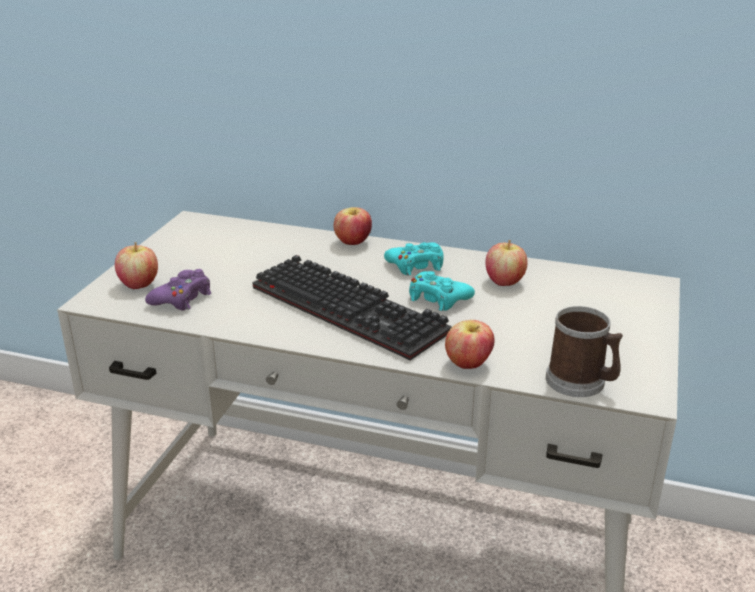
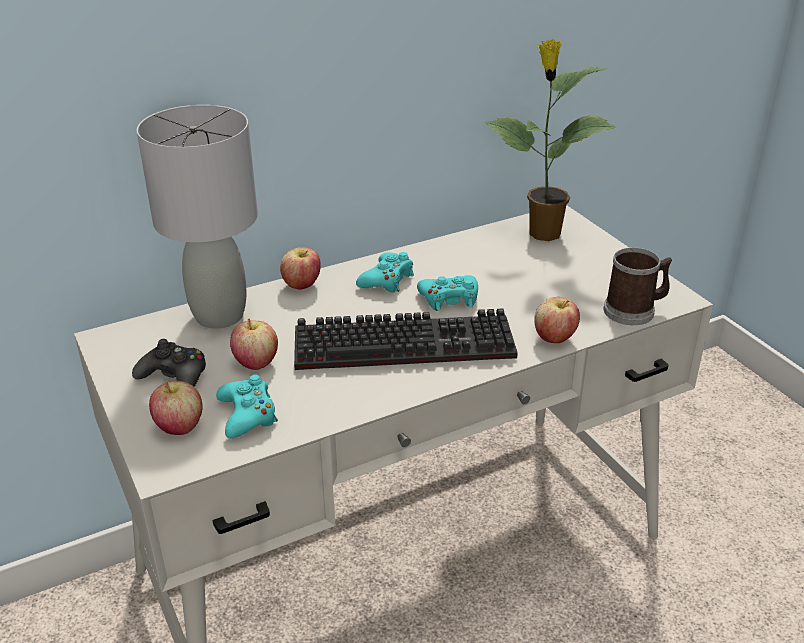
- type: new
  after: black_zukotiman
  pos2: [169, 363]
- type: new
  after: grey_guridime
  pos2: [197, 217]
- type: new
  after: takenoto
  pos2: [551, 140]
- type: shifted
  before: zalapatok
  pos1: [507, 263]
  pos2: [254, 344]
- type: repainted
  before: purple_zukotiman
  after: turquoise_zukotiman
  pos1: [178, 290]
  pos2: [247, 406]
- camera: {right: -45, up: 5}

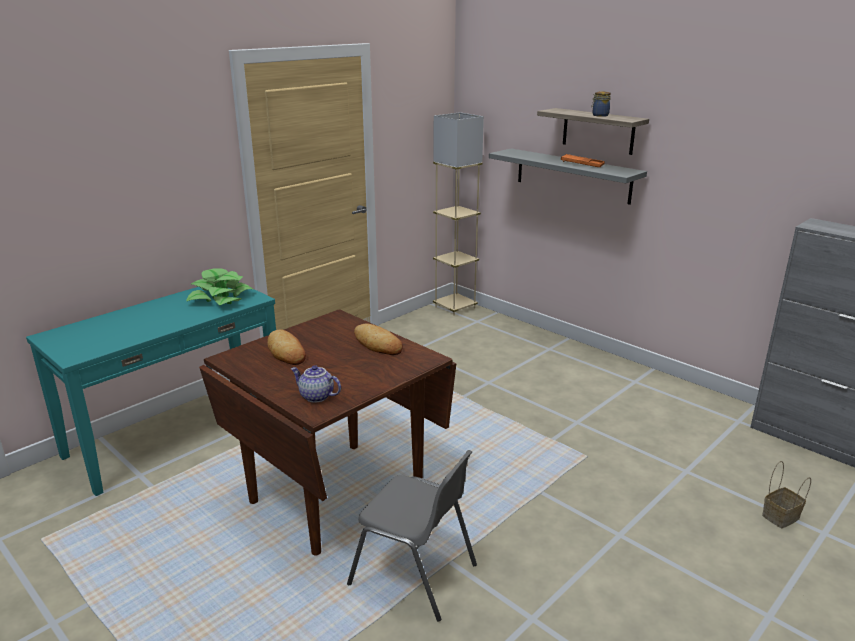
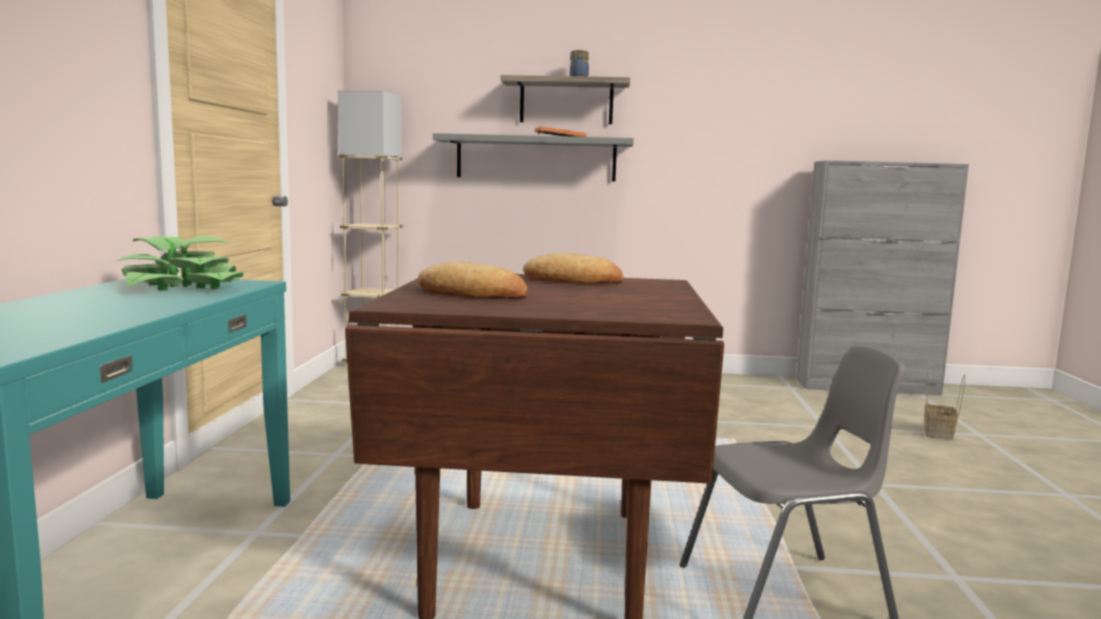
- type: gone
  before: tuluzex
  pos1: [316, 383]
- camera: {right: -40, up: -15}

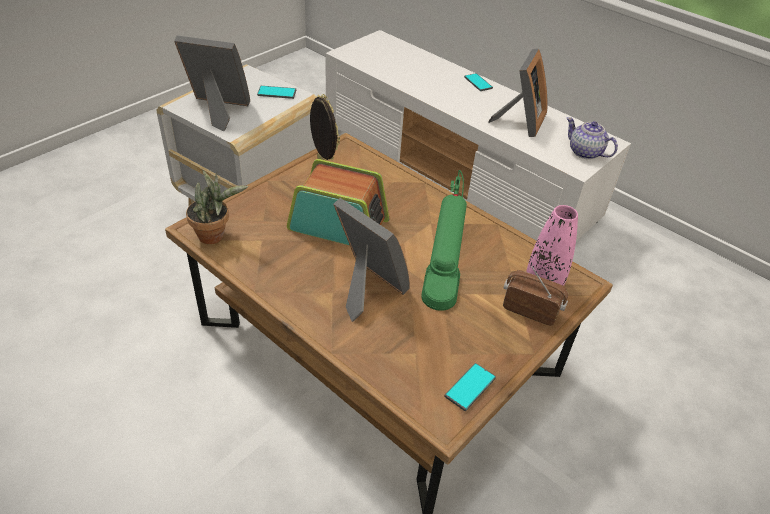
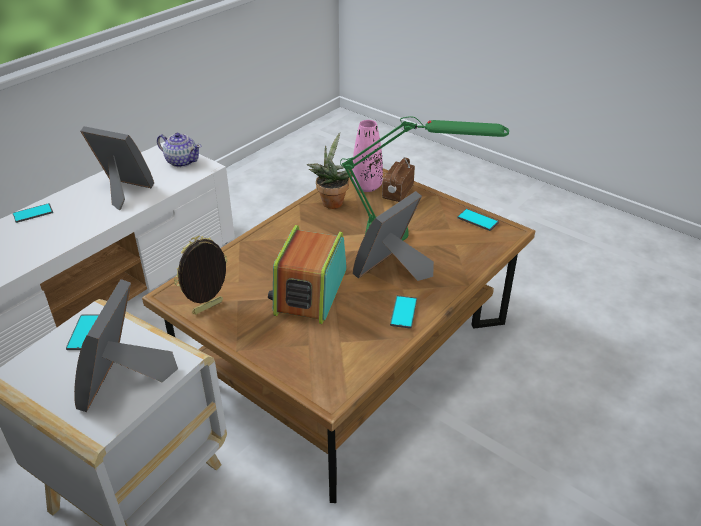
- type: new
  after: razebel
  pos2: [403, 312]
- type: shifted
  before: takenoto
  pos1: [217, 206]
  pos2: [329, 171]
- type: rotated
  before: tuluzex
  pos1: [592, 138]
  pos2: [179, 150]
  turn: -105
- camera: {right: -90, up: -5}

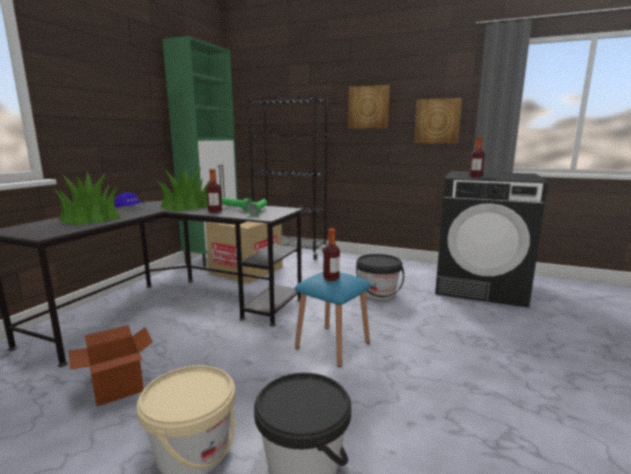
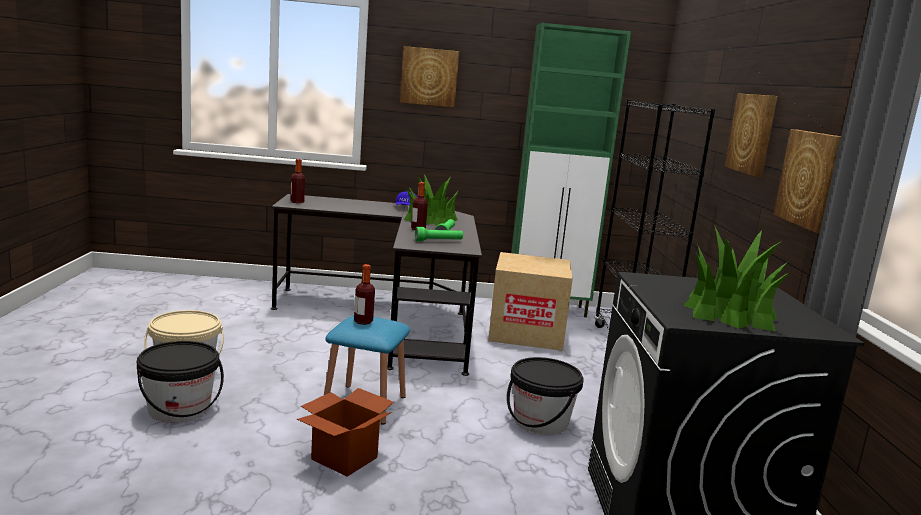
- type: new
  after: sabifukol
  pos2: [429, 76]
- type: shifted
  before: takenoto
  pos1: [87, 199]
  pos2: [736, 278]
- type: shifted
  before: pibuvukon
  pos1: [110, 365]
  pos2: [345, 432]
- type: shifted
  before: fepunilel
  pos1: [477, 157]
  pos2: [298, 181]
- camera: {right: 65, up: 0}

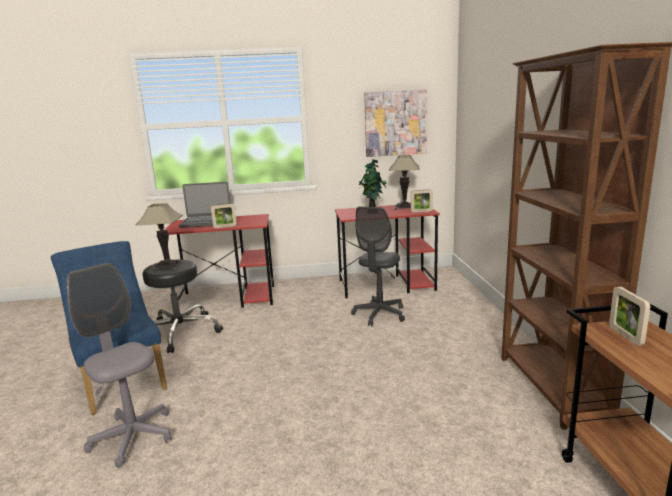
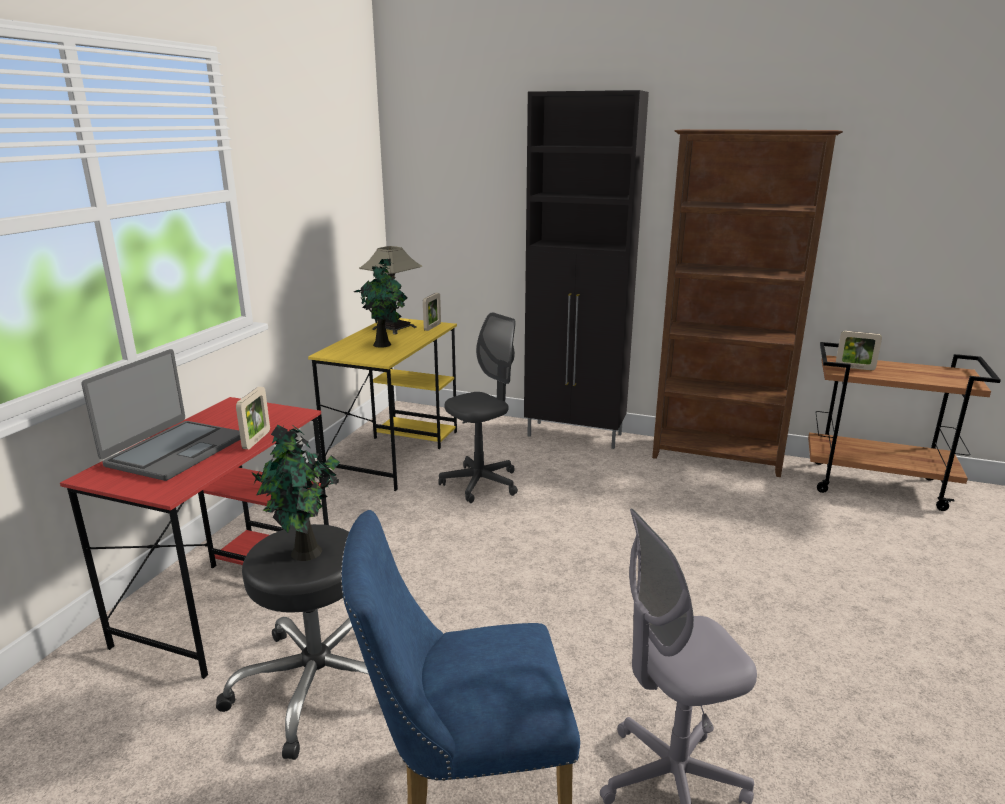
- type: gone
  before: sabifukol
  pos1: [395, 123]
- type: new
  after: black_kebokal
  pos2: [586, 269]
- type: swapped
  before: guridime
  after: takenoto
  pos1: [159, 237]
  pos2: [296, 493]
- type: repainted
  before: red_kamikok
  after: yellow_kamikok
  pos1: [387, 251]
  pos2: [382, 404]
- type: rotated
  before: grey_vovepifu
  pos1: [378, 266]
  pos2: [478, 407]
  turn: -90
- camera: {right: -65, up: 5}

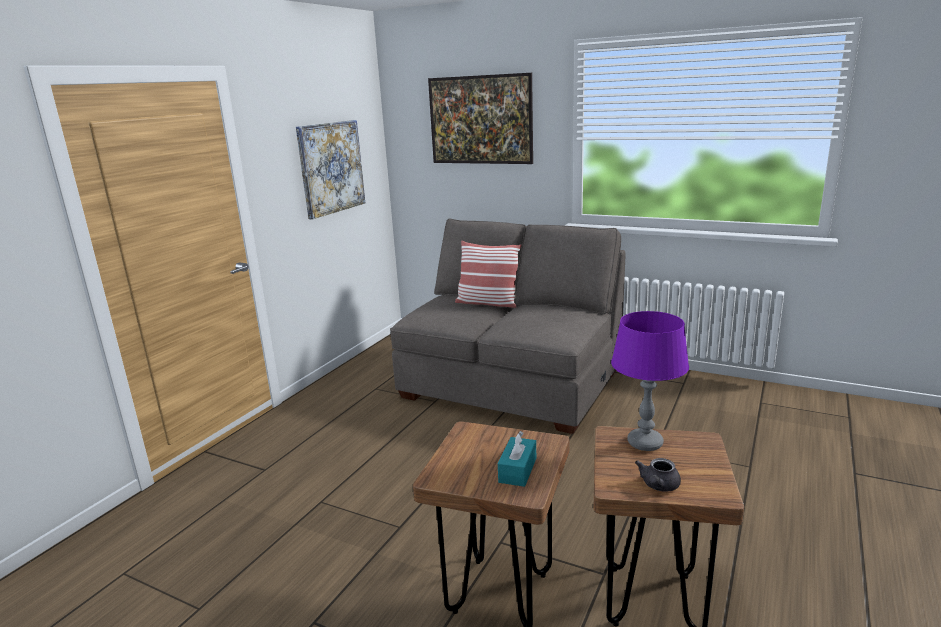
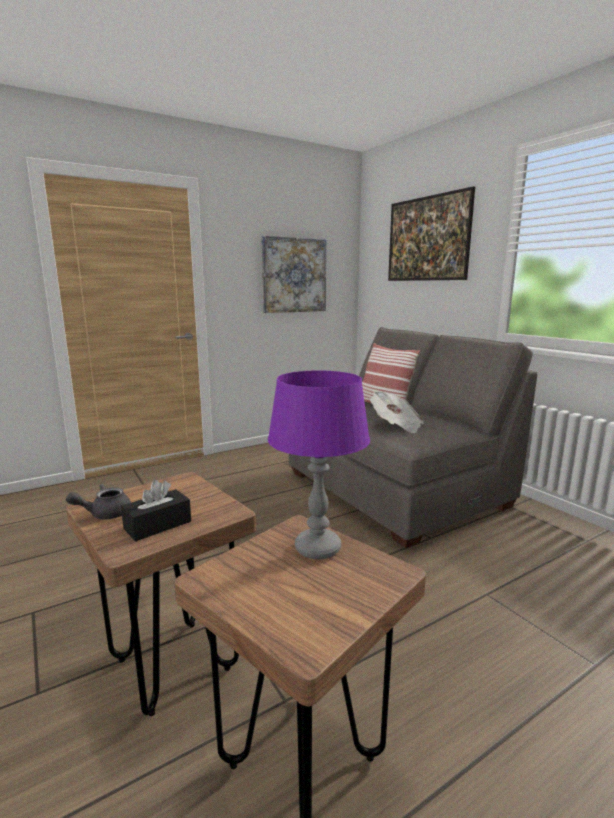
- type: new
  after: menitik
  pos2: [397, 412]
- type: shifted
  before: grey_tuluzex
  pos1: [658, 475]
  pos2: [98, 502]
- type: repainted
  before: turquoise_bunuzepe
  after: black_bunuzepe
  pos1: [517, 459]
  pos2: [156, 510]
- camera: {right: 30, up: -5}

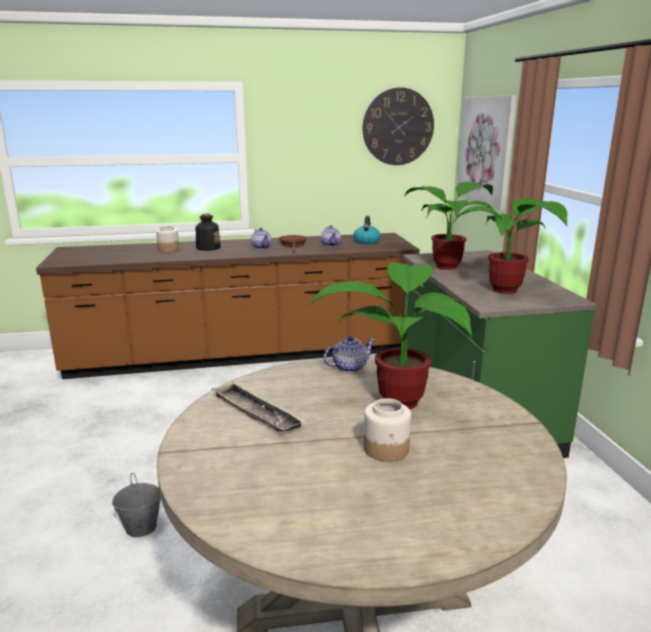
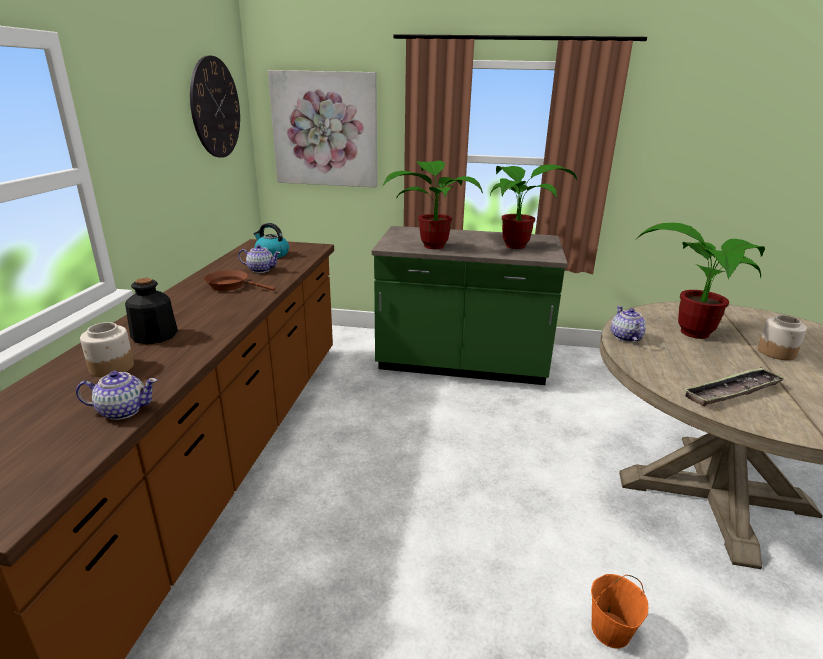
- type: shifted
  before: tuluzex
  pos1: [261, 238]
  pos2: [116, 395]
- type: repainted
  before: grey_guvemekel
  after: orange_guvemekel
  pos1: [136, 505]
  pos2: [619, 611]
- camera: {right: -70, up: 5}

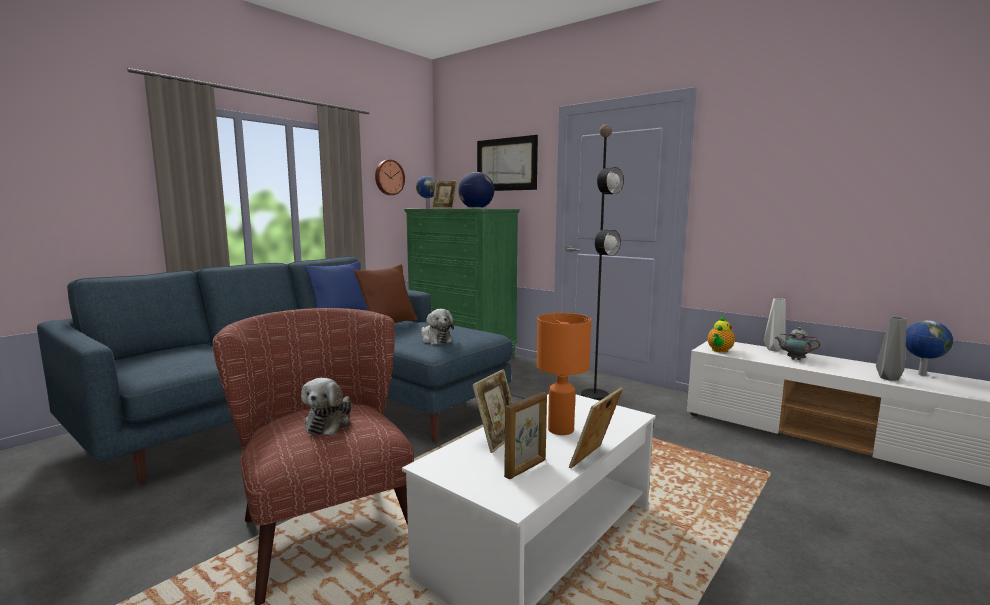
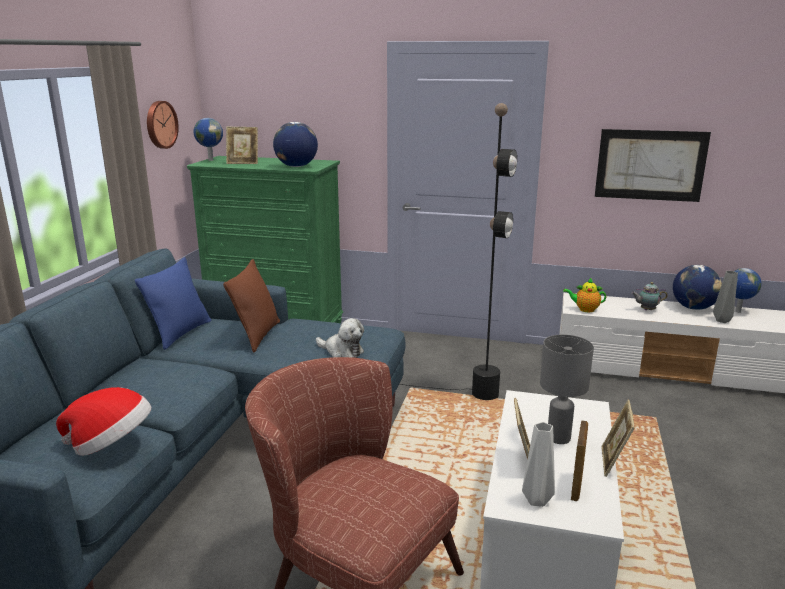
- type: gone
  before: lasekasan
  pos1: [326, 406]
- type: new
  after: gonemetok
  pos2: [103, 421]
- type: new
  after: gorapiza
  pos2: [697, 287]
- type: shifted
  before: sabifukol
  pos1: [507, 163]
  pos2: [653, 165]
- type: shifted
  before: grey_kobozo
  pos1: [775, 324]
  pos2: [538, 464]
- type: repainted
  before: orange_guridime
  after: grey_guridime
  pos1: [564, 374]
  pos2: [567, 389]
- type: rotated
  before: tuluzex
  pos1: [721, 334]
  pos2: [584, 295]
  turn: 90
- camera: {right: -25, up: 10}

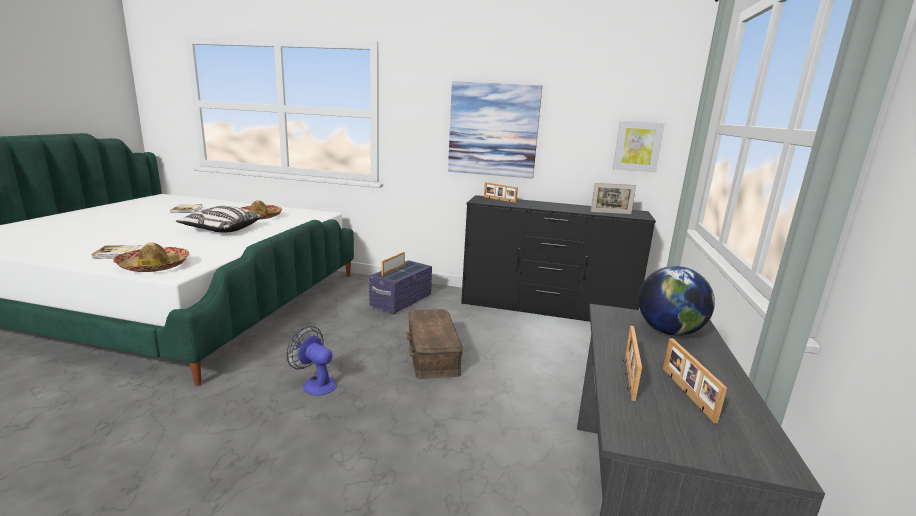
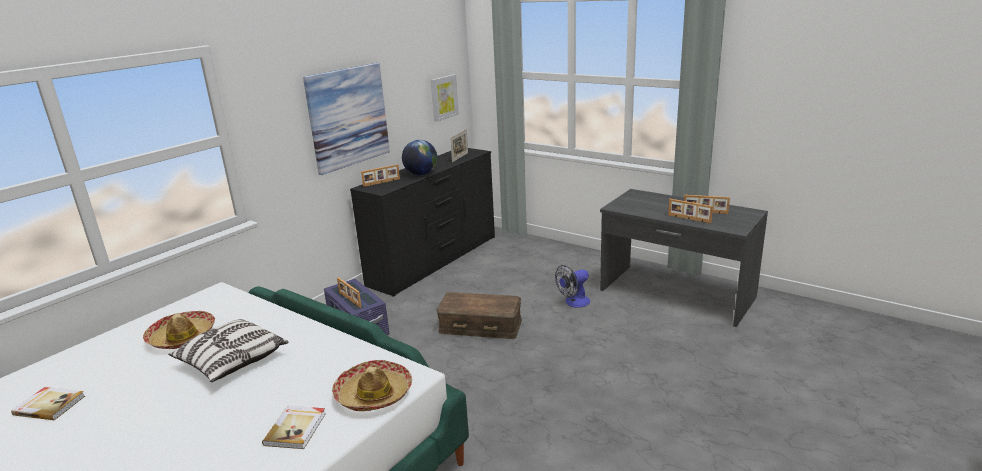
- type: shifted
  before: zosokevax
  pos1: [311, 360]
  pos2: [572, 286]
- type: shifted
  before: gorapiza
  pos1: [676, 301]
  pos2: [419, 157]
- camera: {right: -65, up: 5}

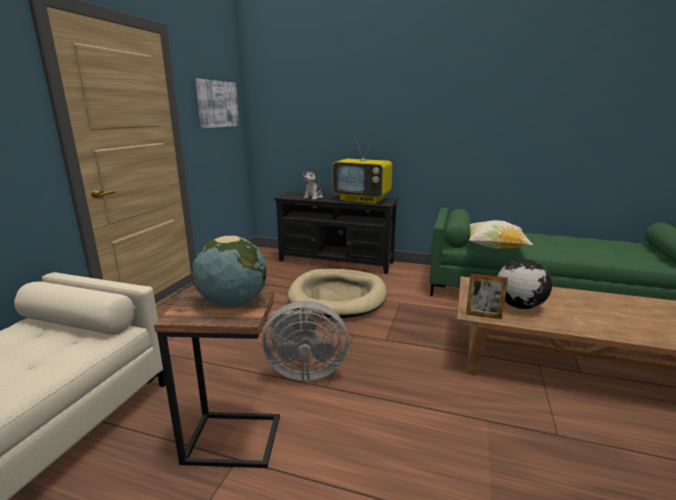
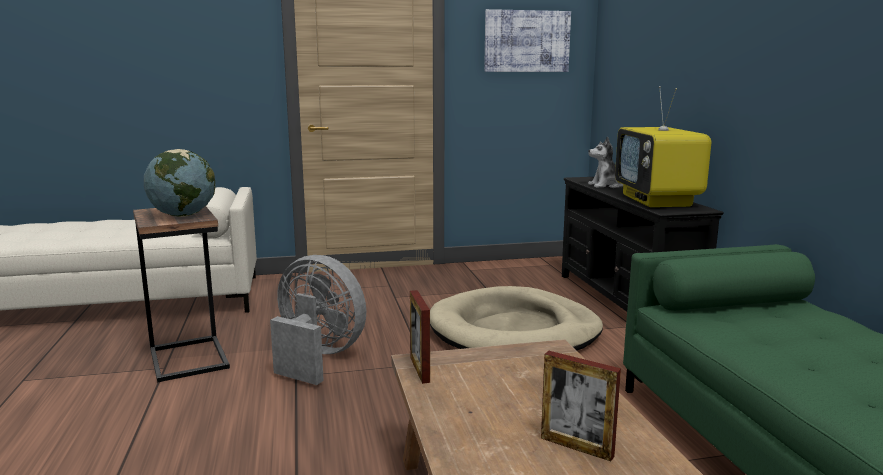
- type: gone
  before: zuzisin
  pos1: [501, 234]
- type: gone
  before: gorapiza
  pos1: [525, 284]
- type: new
  after: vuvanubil
  pos2: [581, 406]
- type: rotated
  before: grey_zosokevax
  pos1: [305, 341]
  pos2: [318, 320]
  turn: 150
- camera: {right: 60, up: -5}

